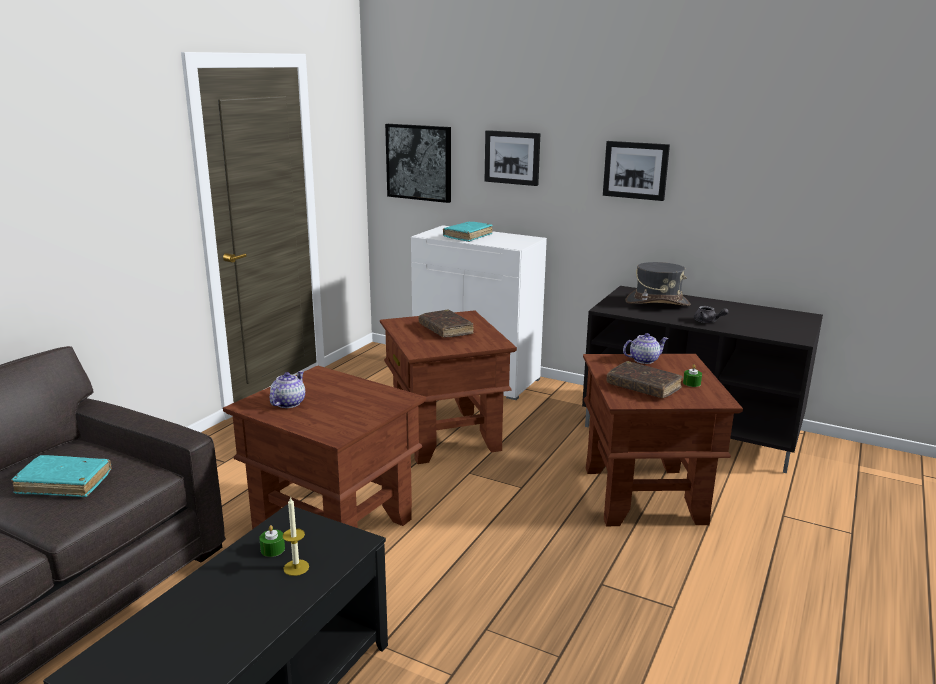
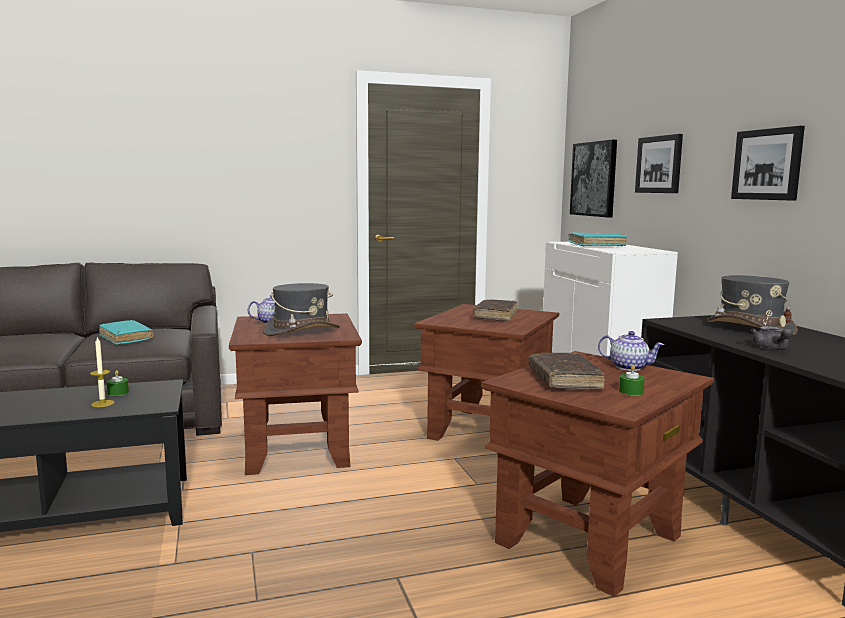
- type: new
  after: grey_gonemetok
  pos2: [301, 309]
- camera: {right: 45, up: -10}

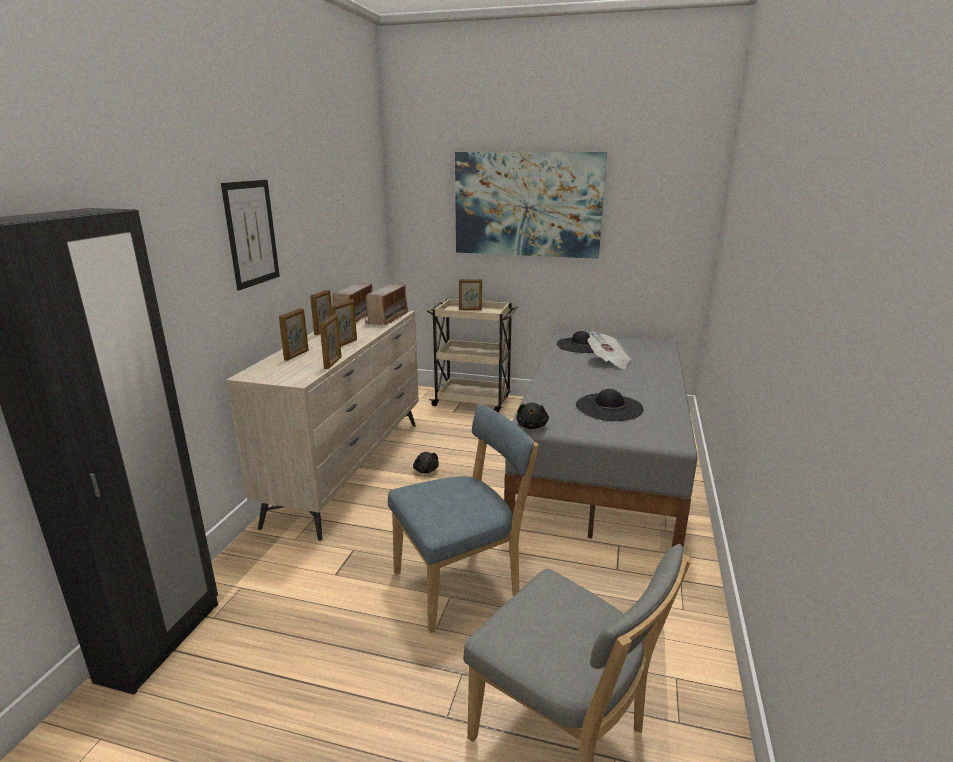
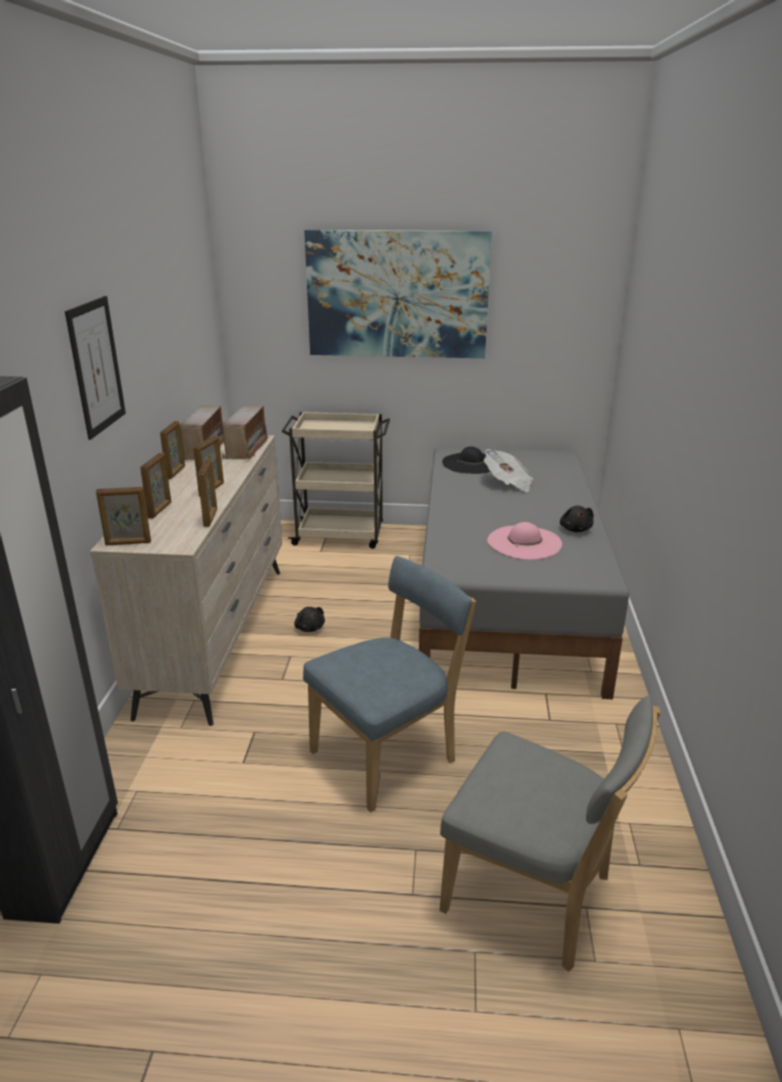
- type: shifted
  before: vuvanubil
  pos1: [470, 294]
  pos2: [123, 516]
- type: shifted
  before: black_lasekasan
  pos1: [532, 416]
  pos2: [577, 519]
- type: repainted
  before: black_gonemetok
  after: pink_gonemetok
  pos1: [610, 405]
  pos2: [524, 541]
- camera: {right: -10, up: 5}

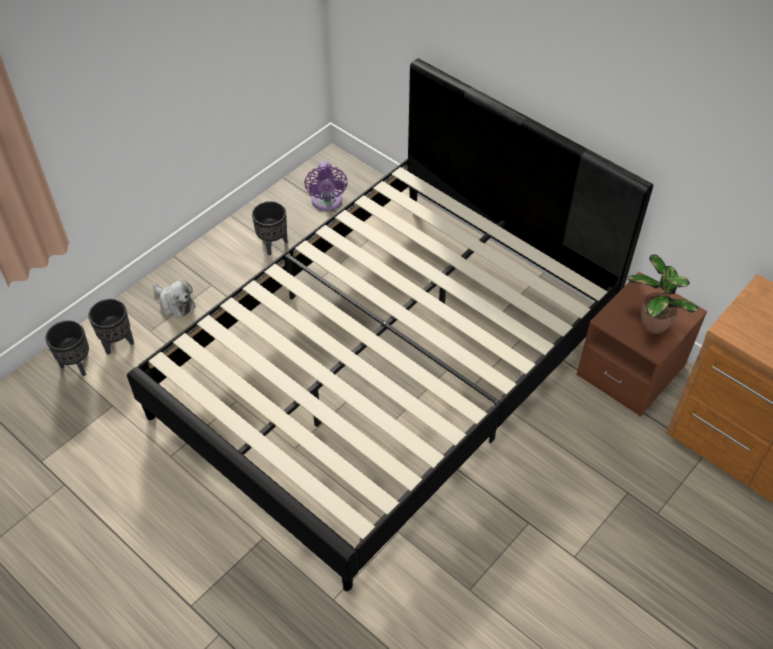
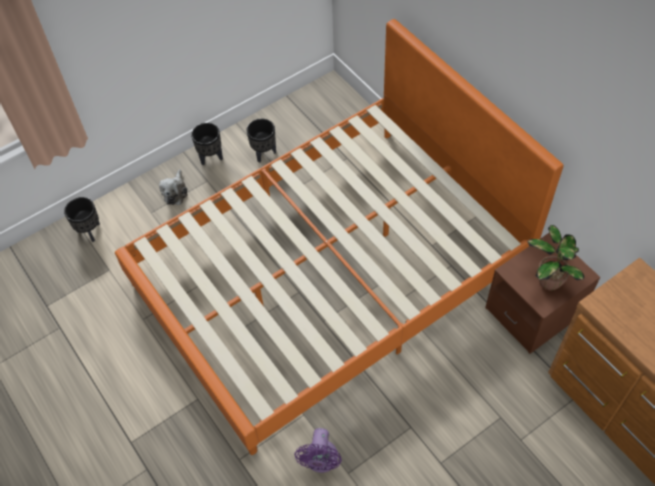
- type: shifted
  before: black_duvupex
  pos1: [111, 327]
  pos2: [207, 144]
- type: shifted
  before: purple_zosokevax
  pos1: [326, 186]
  pos2: [318, 450]
- type: repainted
  before: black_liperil
  after: orange_liperil
  pos1: [390, 325]
  pos2: [339, 237]
- type: rotated
  before: lasekasan
  pos1: [174, 298]
  pos2: [173, 187]
  turn: 45
- camera: {right: 15, up: 5}

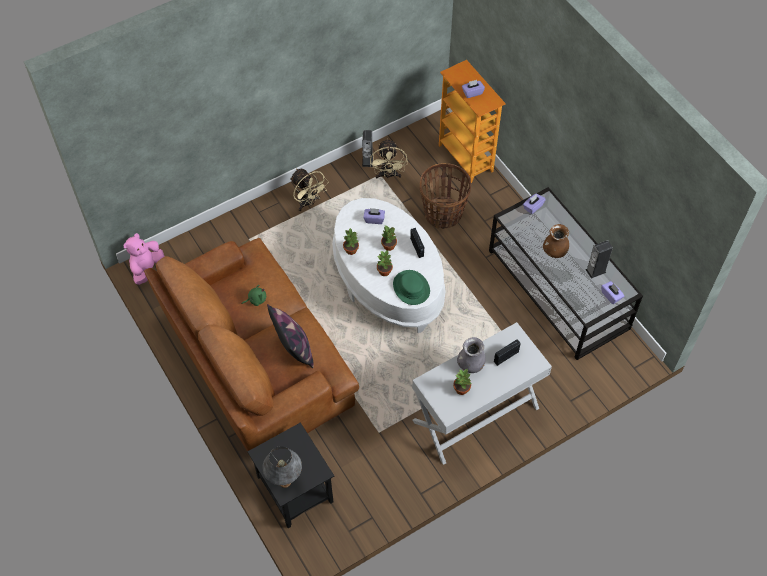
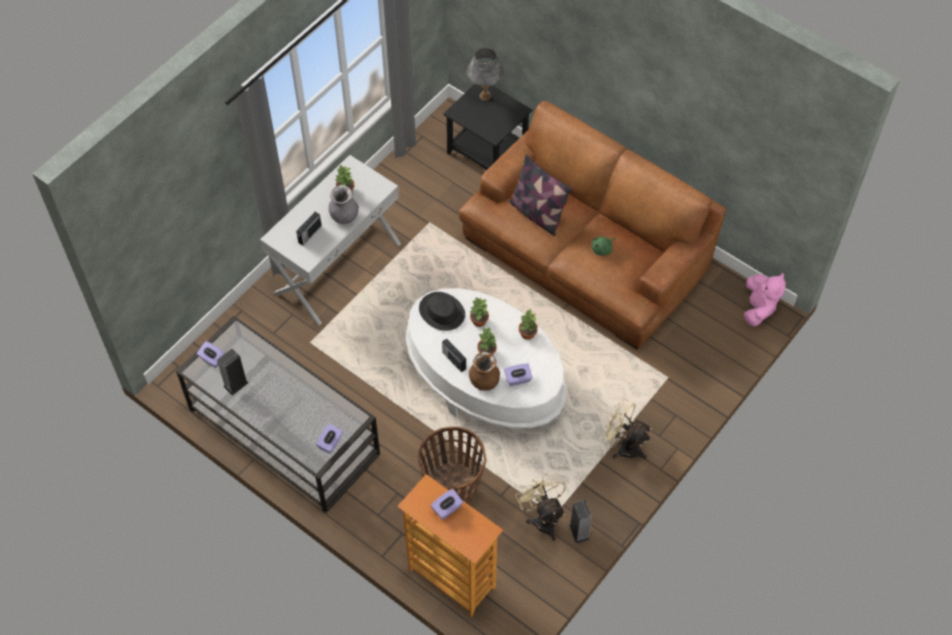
- type: shifted
  before: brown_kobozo
  pos1: [556, 241]
  pos2: [484, 371]
- type: repainted
  before: green_gonemetok
  after: black_gonemetok
  pos1: [411, 287]
  pos2: [442, 311]
- camera: {right: 160, up: 0}

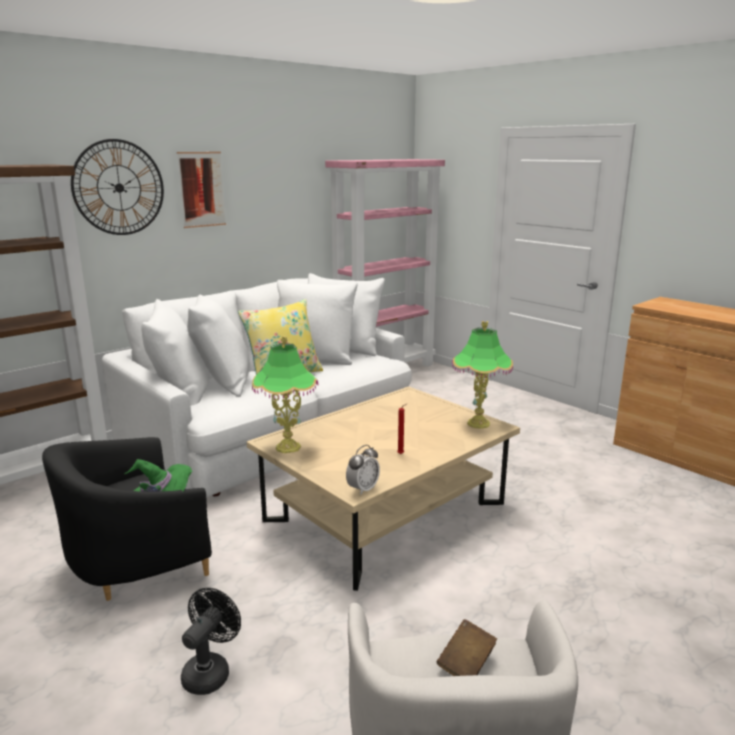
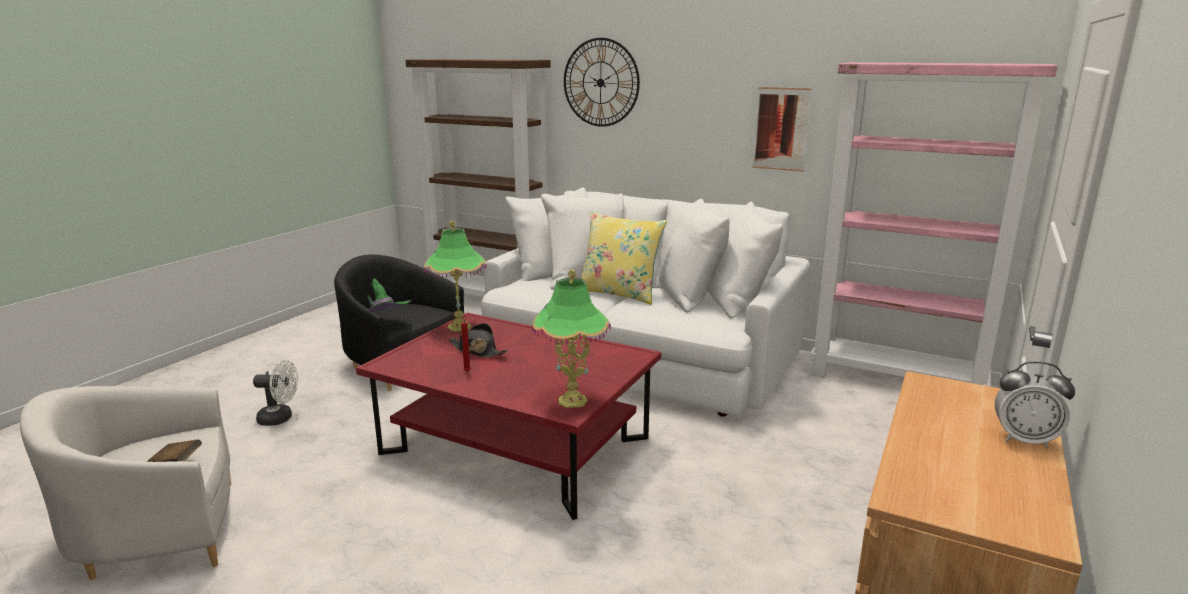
- type: new
  after: black_gonemetok
  pos2: [478, 340]
- type: shifted
  before: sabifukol
  pos1: [201, 190]
  pos2: [782, 129]
- type: shifted
  before: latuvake
  pos1: [363, 470]
  pos2: [1035, 404]
- type: repainted
  before: black_zosokevax
  after: white_zosokevax
  pos1: [211, 641]
  pos2: [275, 393]
- type: repainted
  before: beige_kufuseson
  after: red_kufuseson
  pos1: [383, 489]
  pos2: [508, 416]
- camera: {right: 70, up: 0}

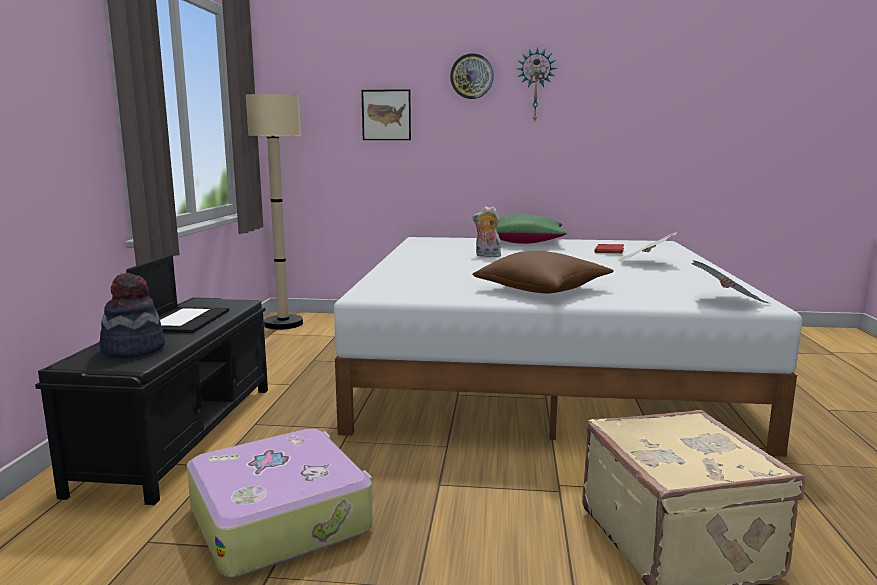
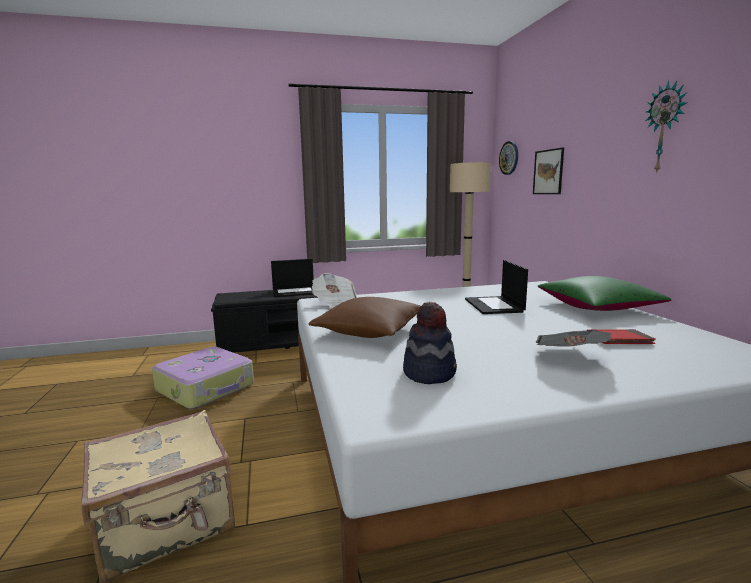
- type: shifted
  before: gonemetok
  pos1: [132, 315]
  pos2: [430, 343]
- type: shifted
  before: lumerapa
  pos1: [472, 76]
  pos2: [508, 158]
- type: shifted
  before: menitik
  pos1: [730, 281]
  pos2: [334, 290]
- type: swapped
  before: lasekasan
  after: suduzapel
  pos1: [487, 231]
  pos2: [496, 287]
- camera: {right: 70, up: 0}

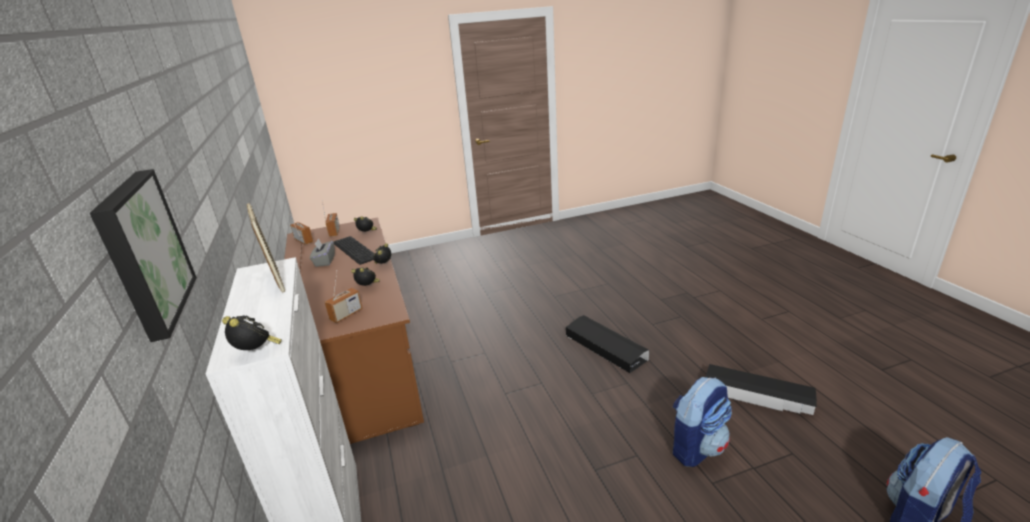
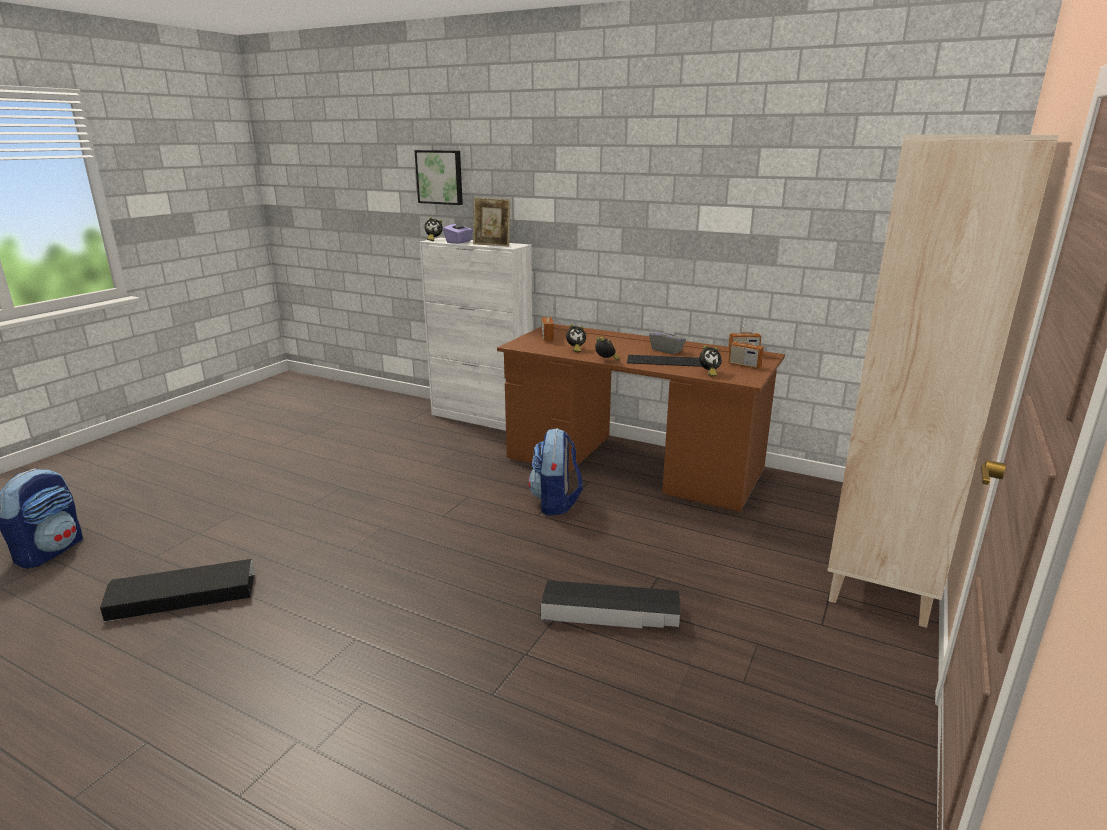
- type: new
  after: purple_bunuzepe
  pos2: [458, 232]
- type: new
  after: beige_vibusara
  pos2: [943, 381]
- type: shifted
  before: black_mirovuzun
  pos1: [607, 344]
  pos2: [611, 604]
- type: shifted
  before: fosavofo
  pos1: [702, 422]
  pos2: [555, 472]
- camera: {right: 135, up: -5}

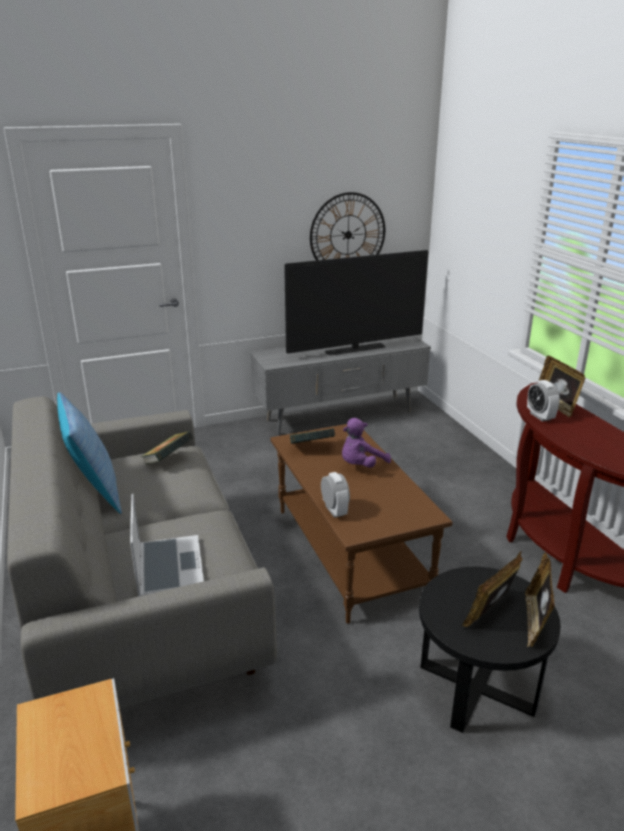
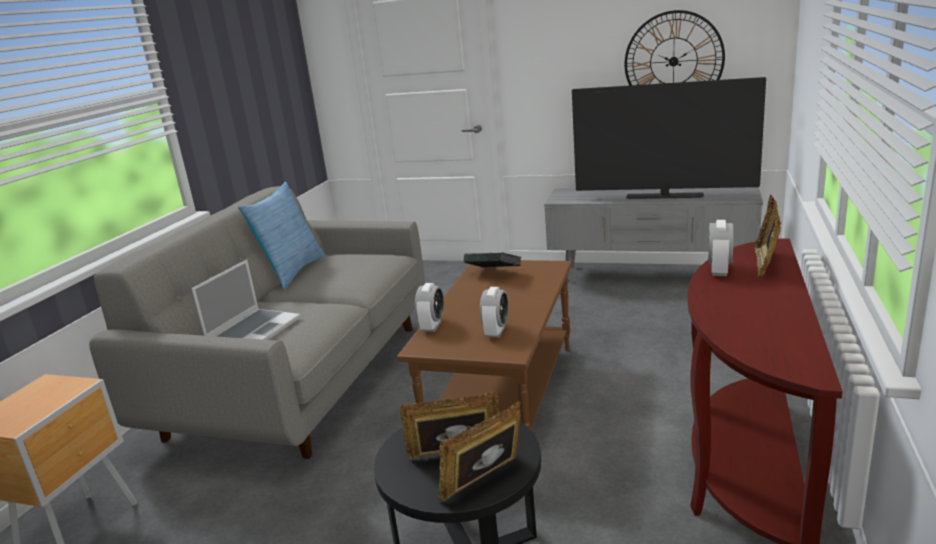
- type: gone
  before: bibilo
  pos1: [167, 448]
- type: gone
  before: purple_lasekasan
  pos1: [366, 443]
- type: new
  after: latuvake
  pos2: [494, 312]
- camera: {right: 40, up: -5}

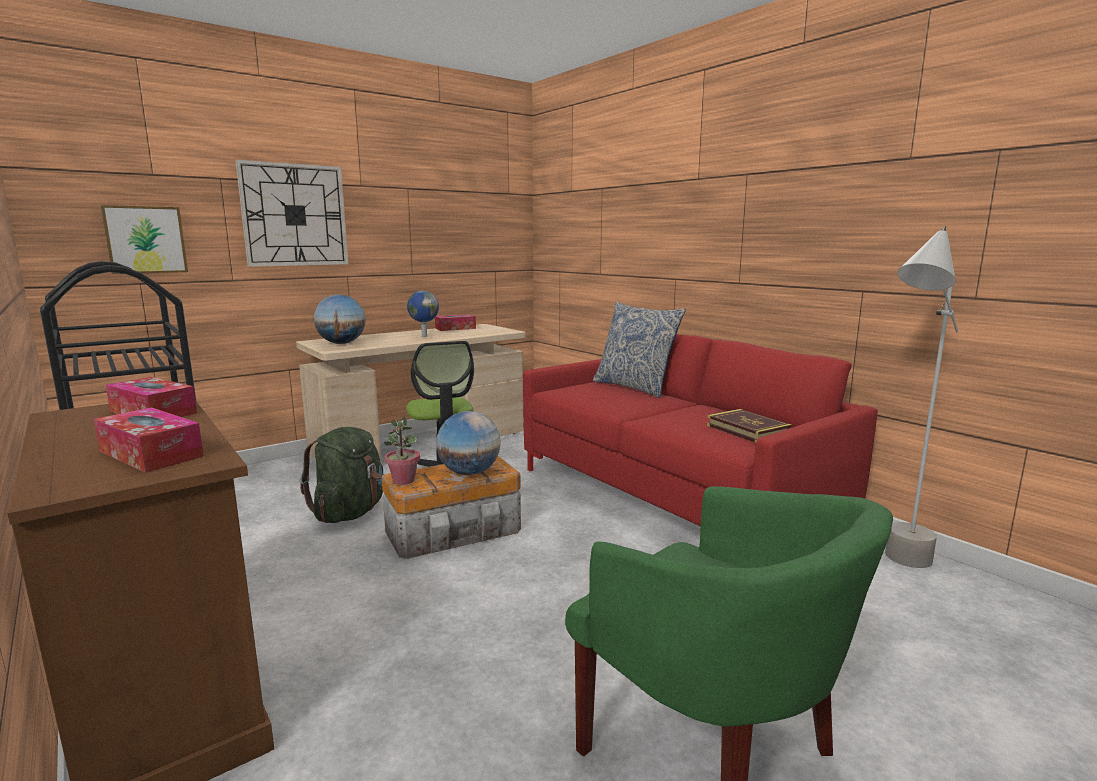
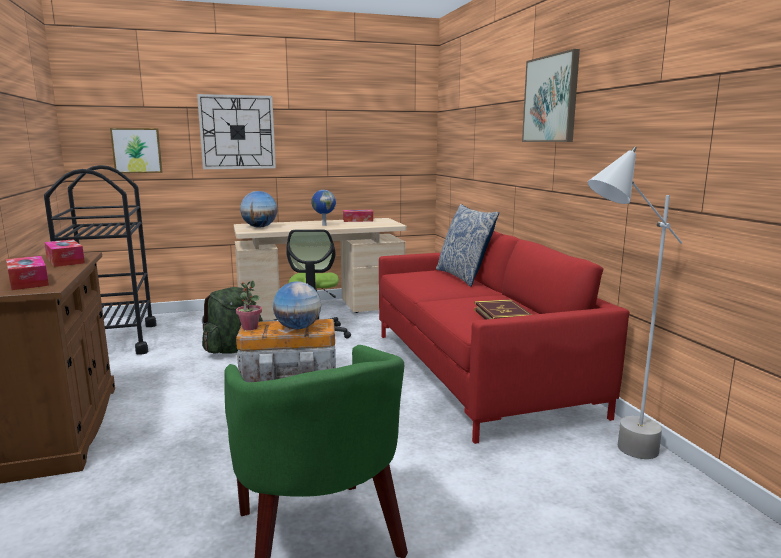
- type: new
  after: sabifukol
  pos2: [551, 95]
- camera: {right: 20, up: 0}

